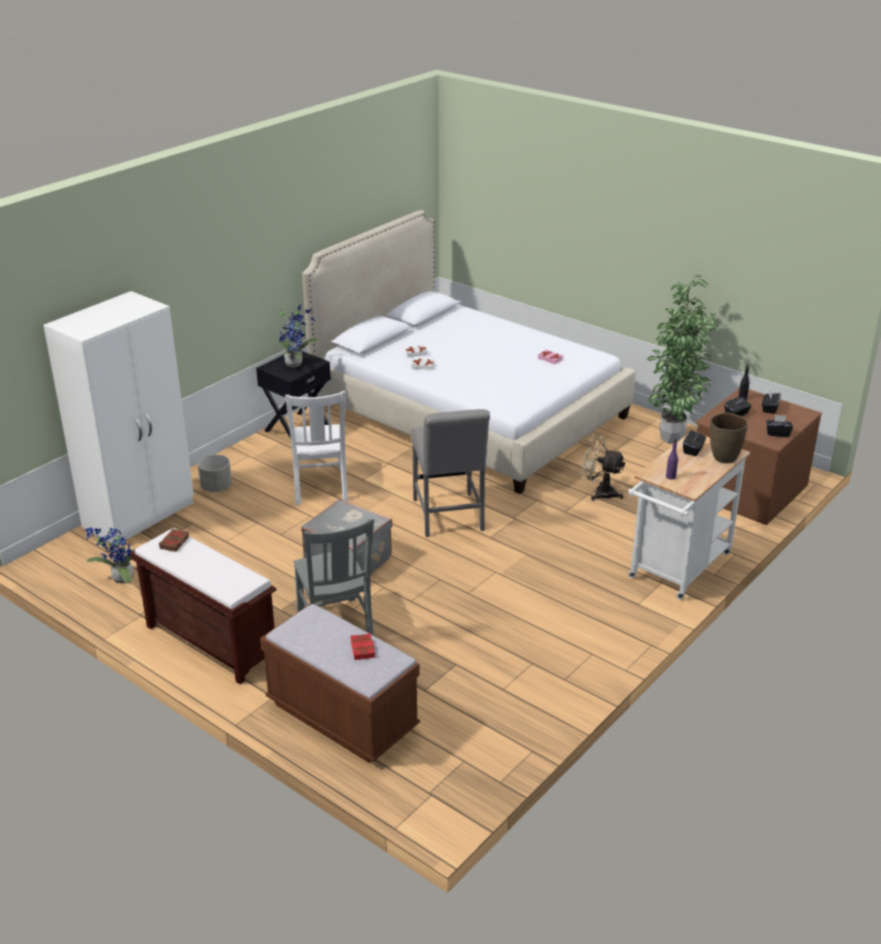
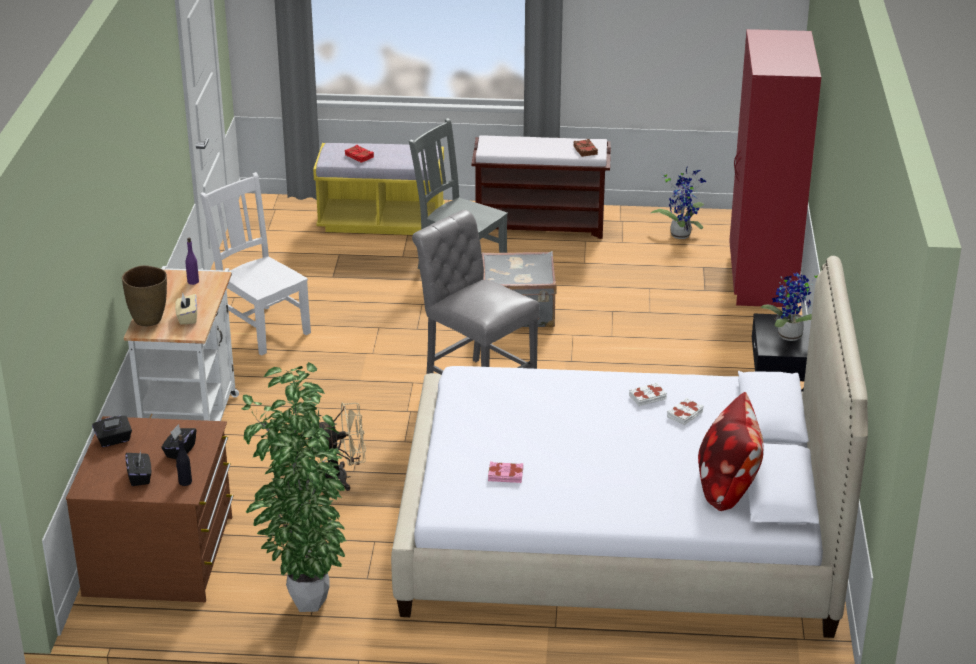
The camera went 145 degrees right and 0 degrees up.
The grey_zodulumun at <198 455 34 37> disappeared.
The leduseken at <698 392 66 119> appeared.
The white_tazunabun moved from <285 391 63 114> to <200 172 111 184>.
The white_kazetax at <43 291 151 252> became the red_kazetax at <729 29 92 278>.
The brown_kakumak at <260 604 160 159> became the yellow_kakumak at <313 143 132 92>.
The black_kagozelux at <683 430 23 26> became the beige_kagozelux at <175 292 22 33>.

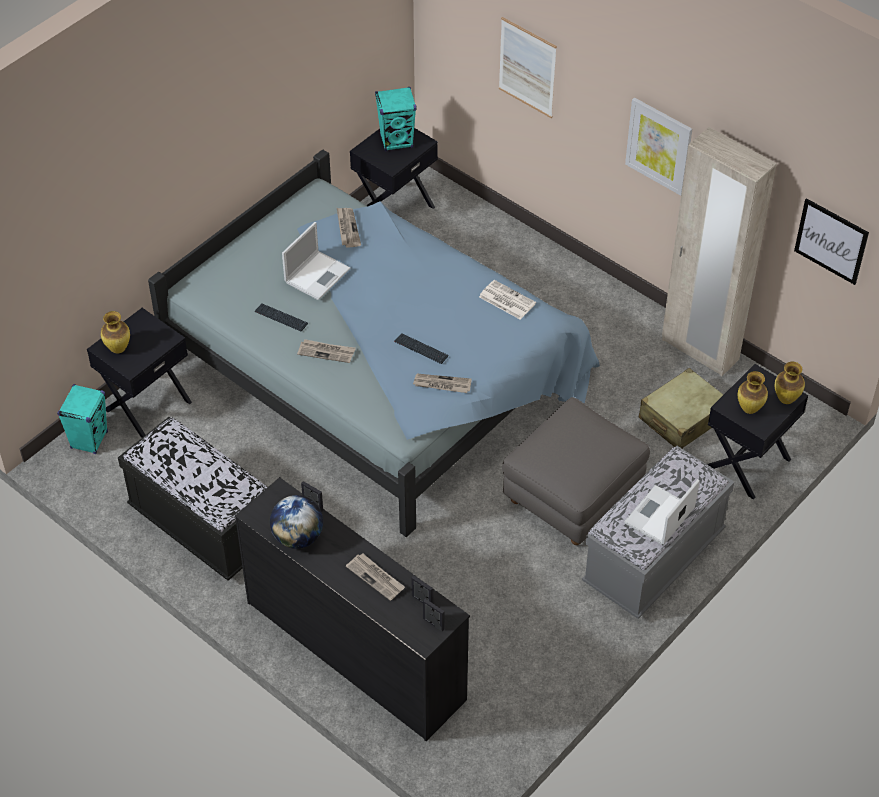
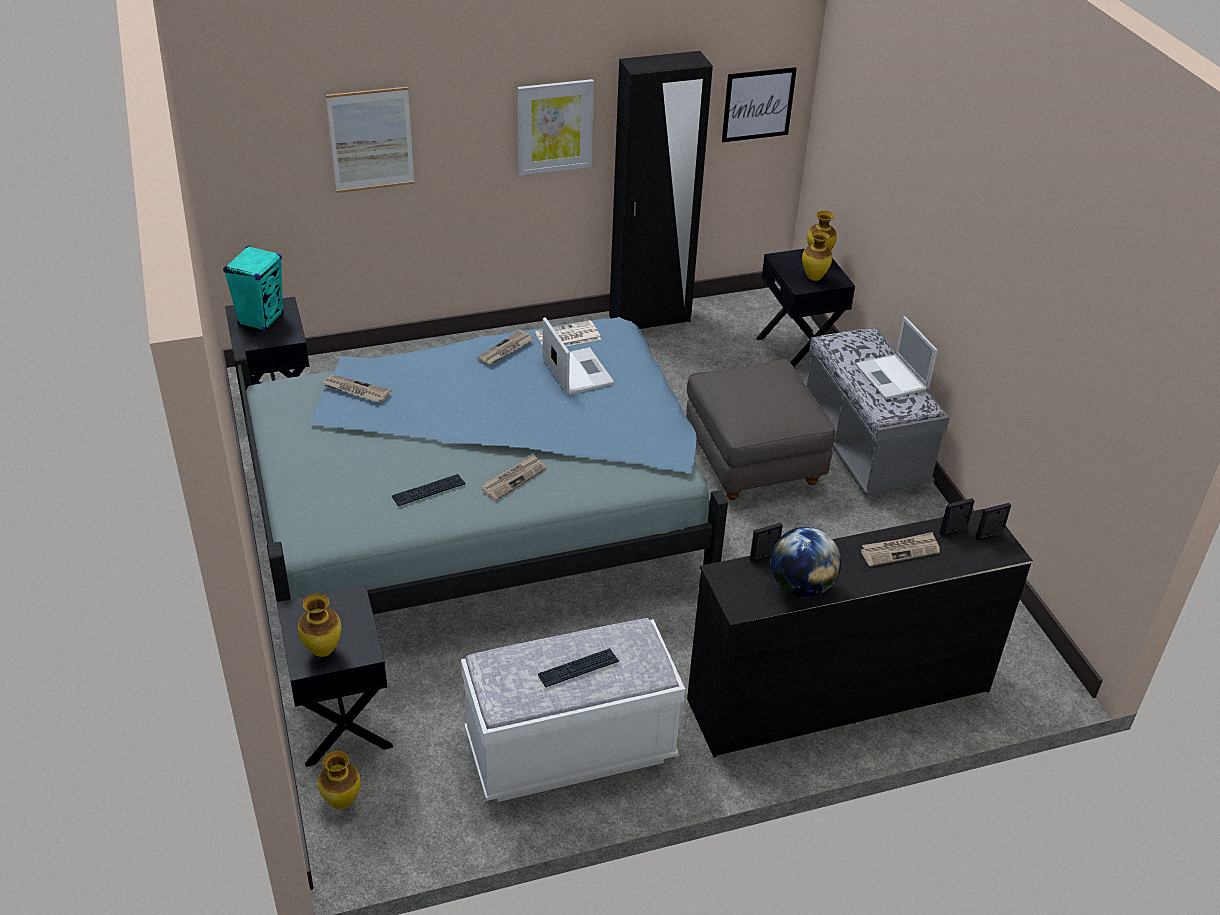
The camera went 60 degrees left and 10 degrees down.
The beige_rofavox at <639 368 84 81> disappeared.
The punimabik moved from <282 222 68 78> to <543 317 72 78>.
The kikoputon moved from <394 333 55 31> to <538 648 81 39>.
The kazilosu moved from <413 374 59 19> to <478 330 55 35>.
The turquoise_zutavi at <57 384 51 70> was replaced by the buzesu at <318 751 43 59>.
The black_kakumak at <118 417 150 164> became the white_kakumak at <461 618 224 184>.
The beige_kazetax at <662 127 115 249> became the black_kazetax at <609 51 104 278>.

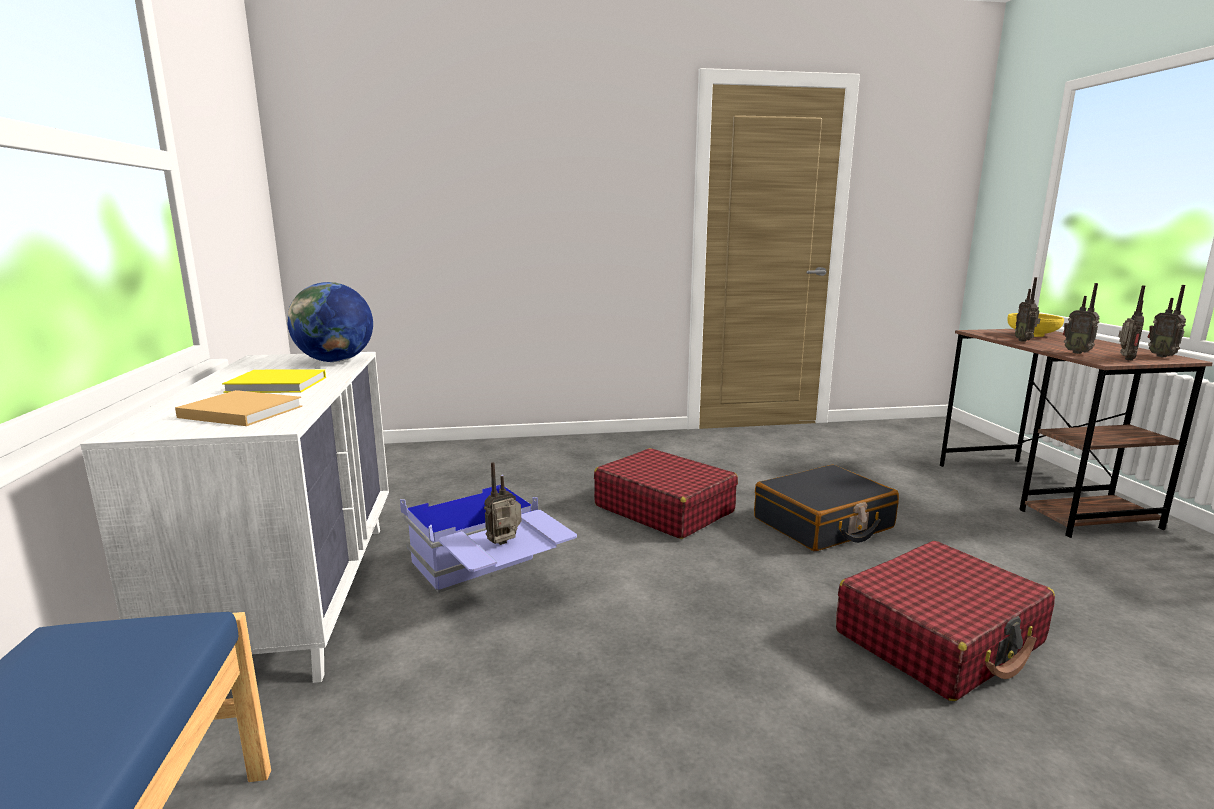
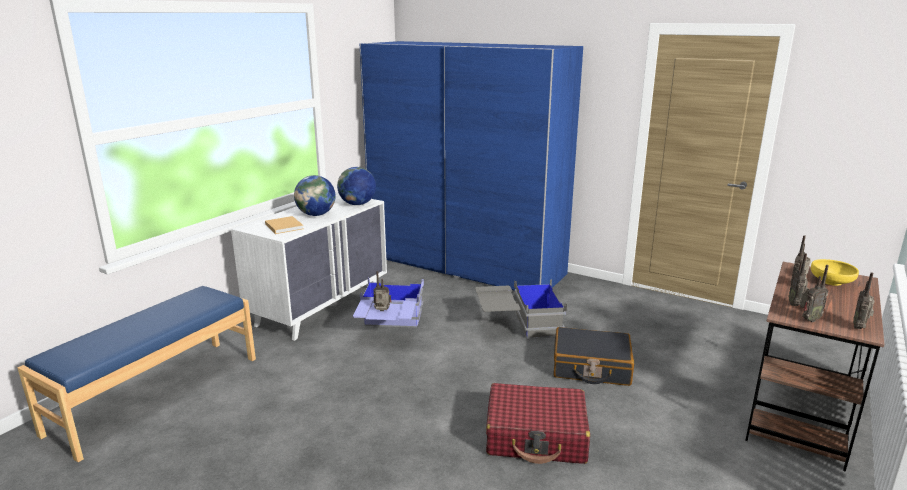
The camera went 40 degrees right and 5 degrees up.
The blue_kazetax at <360 41 223 250> appeared.
The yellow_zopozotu at <222 369 104 24> was replaced by the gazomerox at <294 175 42 41>.
The red_rofavox at <594 448 144 91> was replaced by the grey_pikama at <475 279 92 60>.

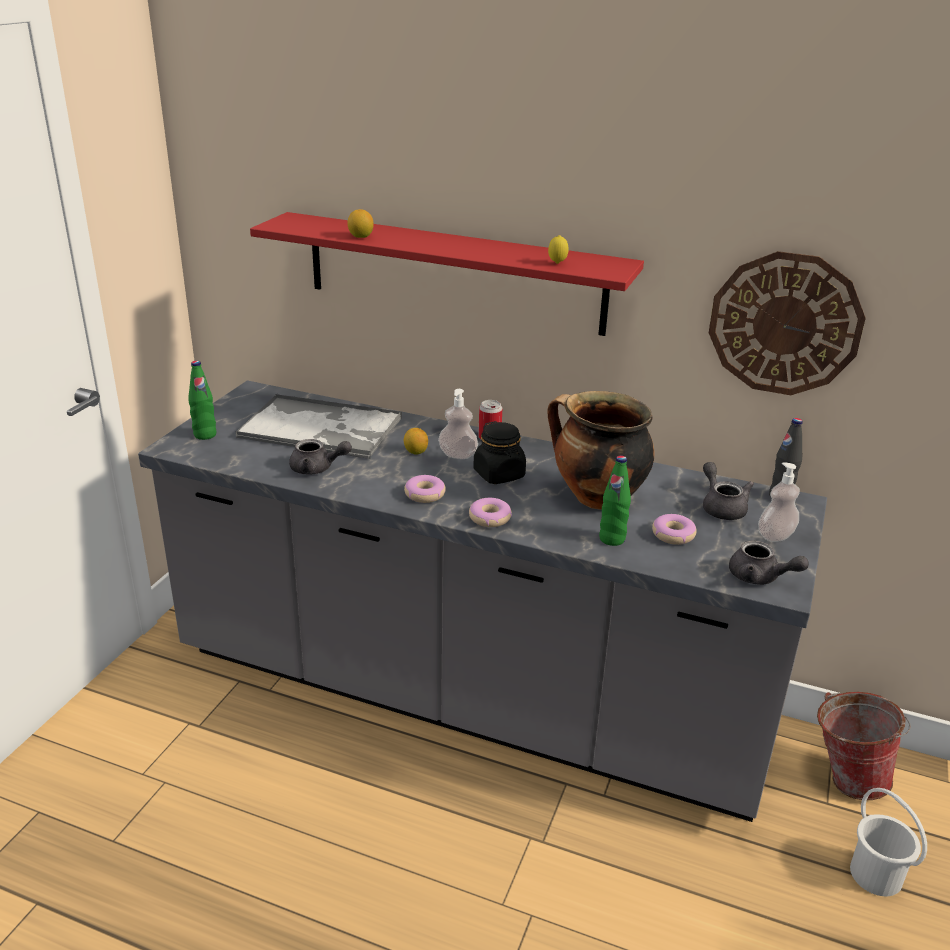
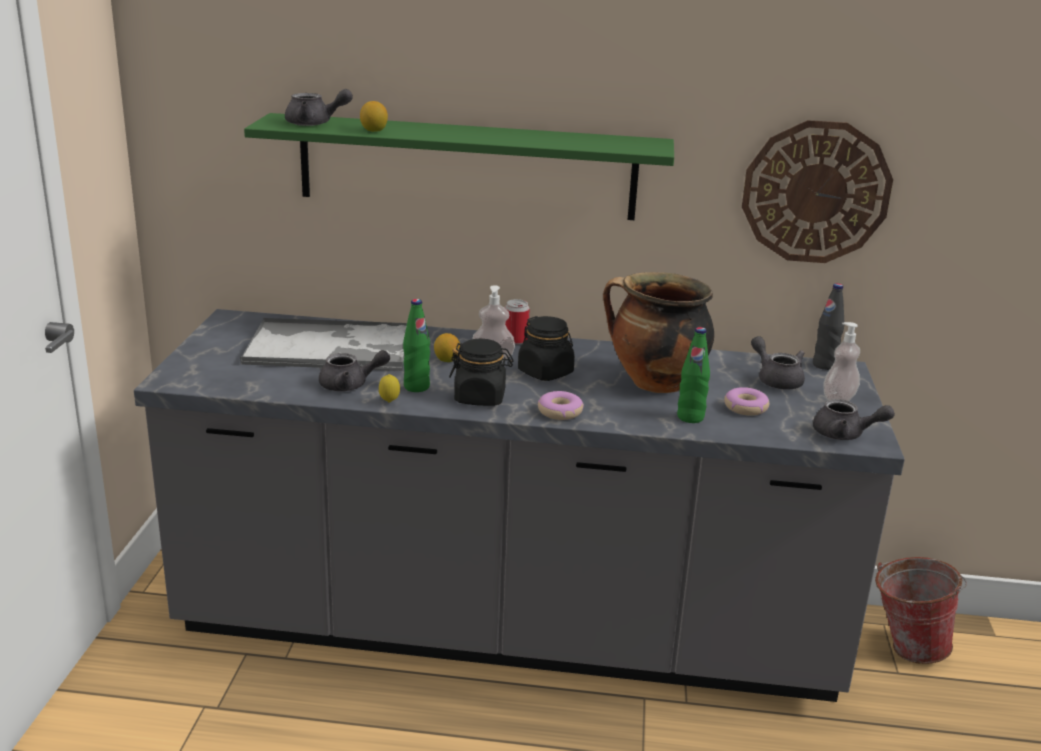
The camera went 15 degrees left and 5 degrees down.
The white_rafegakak at <850 788 77 108> disappeared.
The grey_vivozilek at <285 89 68 37> appeared.
The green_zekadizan moved from <188 361 28 79> to <403 299 27 93>.
The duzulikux moved from <548 235 21 29> to <379 374 21 28>.
The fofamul at <404 475 42 28> was replaced by the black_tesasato at <449 339 65 67>.
The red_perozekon at <250 212 394 124> became the green_perozekon at <244 113 430 107>.

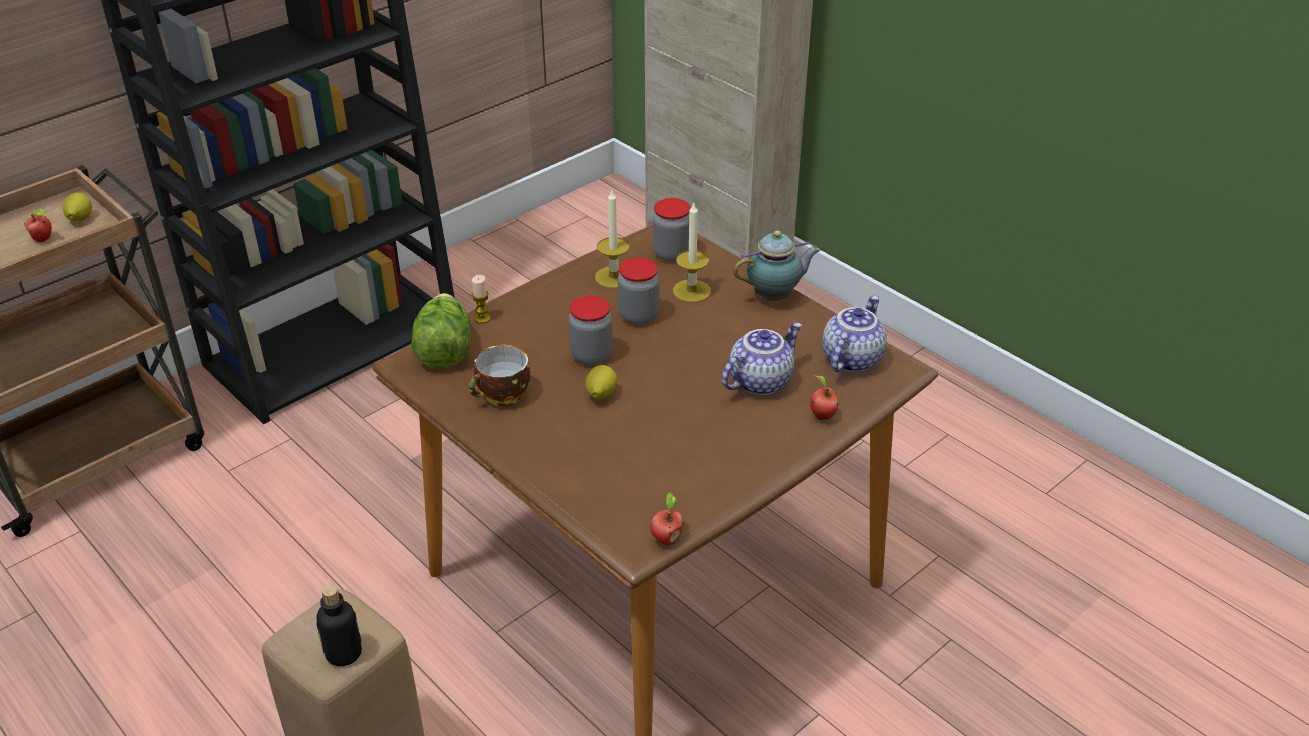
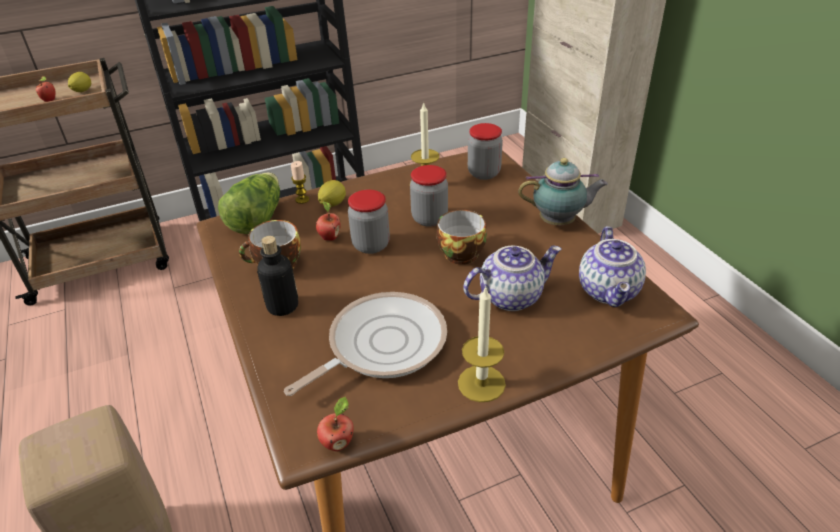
The camera went 20 degrees right and 0 degrees up.
The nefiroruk at <284 292 163 104> appeared.
The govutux at <436 210 51 55> appeared.
The zekadizan moved from <316 585 46 81> to <257 236 42 80>.
The duzulikux moved from <585 365 32 34> to <318 180 28 27>.
The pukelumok moved from <673 203 38 99> to <458 286 48 116>.
The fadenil moved from <810 375 28 45> to <316 201 25 40>.
The vivozilek at <822 296 65 76> turned 135 degrees clockwise.

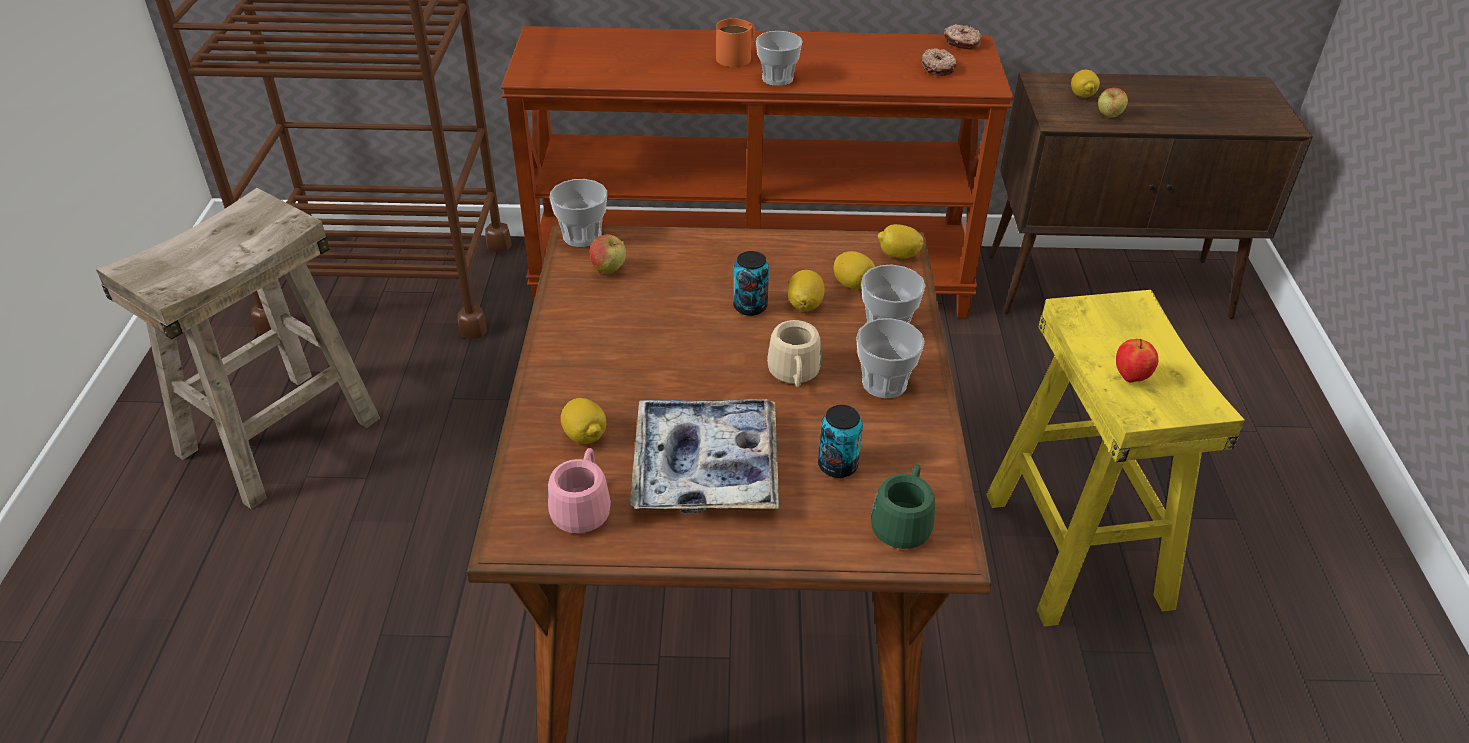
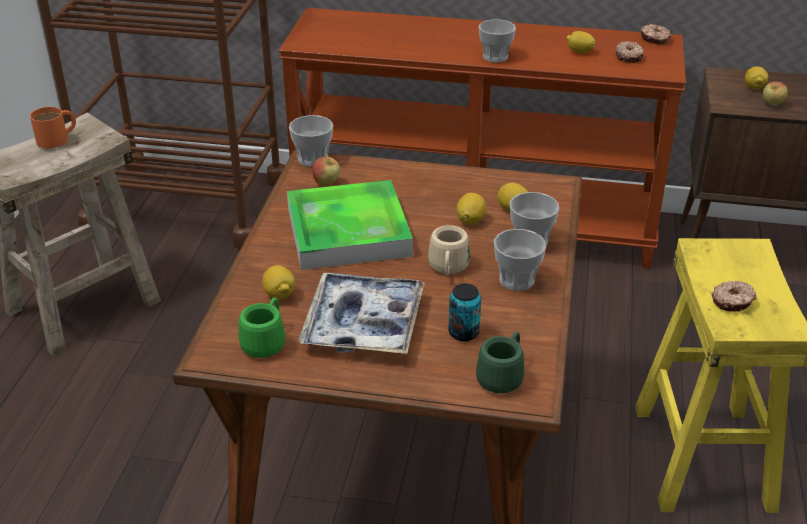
The camera went 10 degrees right and 5 degrees down.
The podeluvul at <733 251 36 65> disappeared.
The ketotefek at <287 180 126 90> appeared.
The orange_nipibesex moved from <716 18 39 49> to <30 107 46 42>.
The duzulikux moved from <878 224 46 35> to <566 31 30 23>.
The fadenil at <1116 339 42 44> was replaced by the fofamul at <712 281 44 31>.
The pink_nipibesex at <548 448 63 85> became the green_nipibesex at <239 298 46 60>.

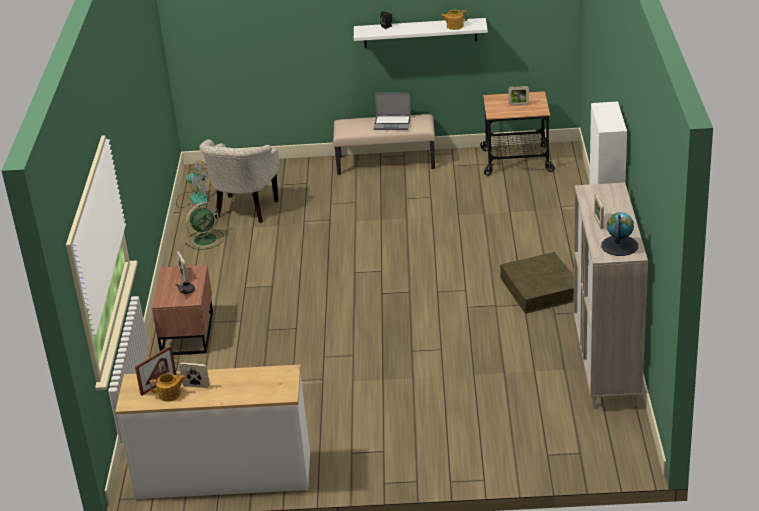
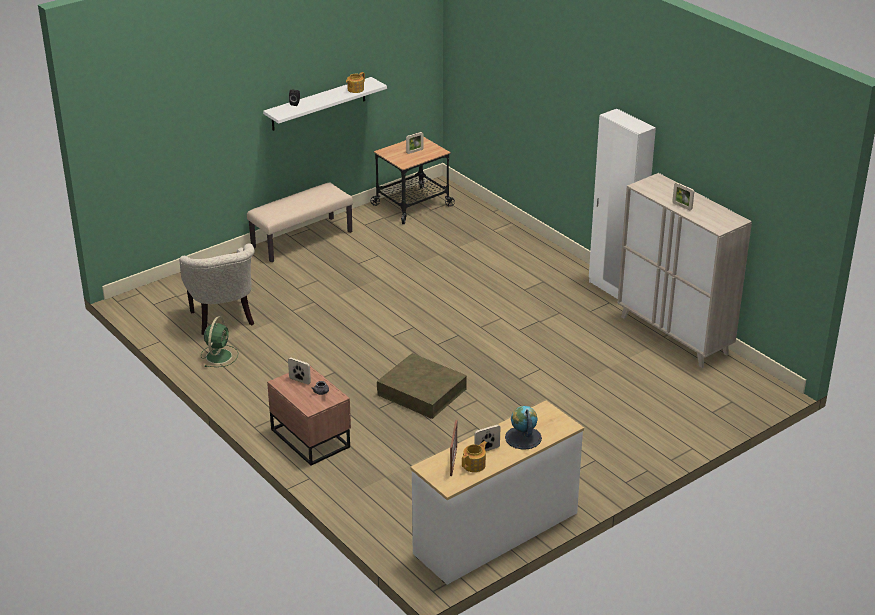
The camera went 40 degrees left and 0 degrees up.
The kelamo at <176 161 35 47> disappeared.
The punimabik at <373 93 38 37> disappeared.
The brown_pikama moved from <500 252 74 62> to <377 353 90 66>.
The gazomerox moved from <601 212 37 44> to <505 406 37 44>.

